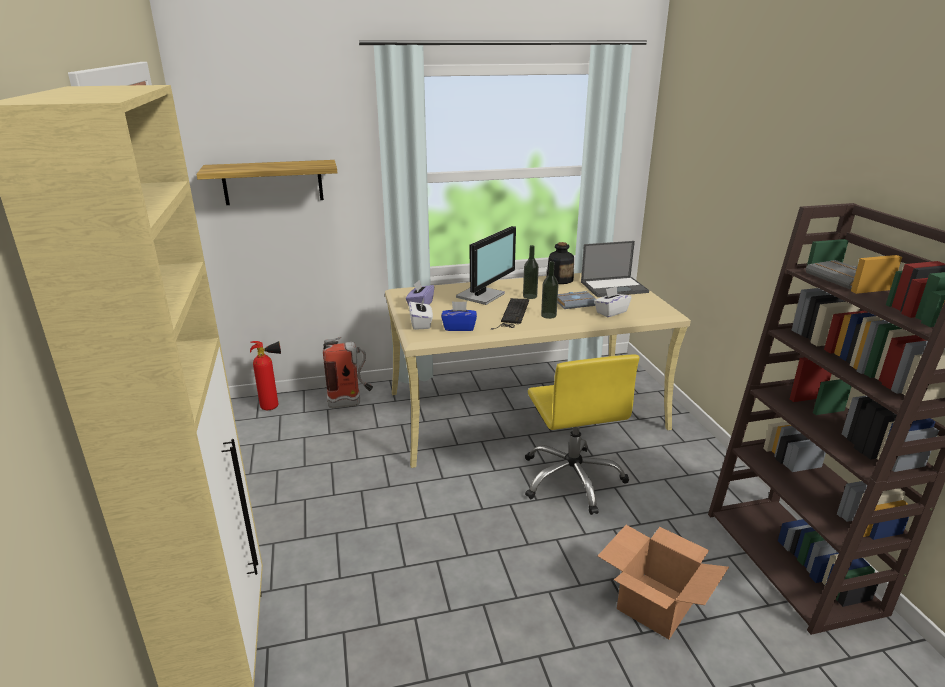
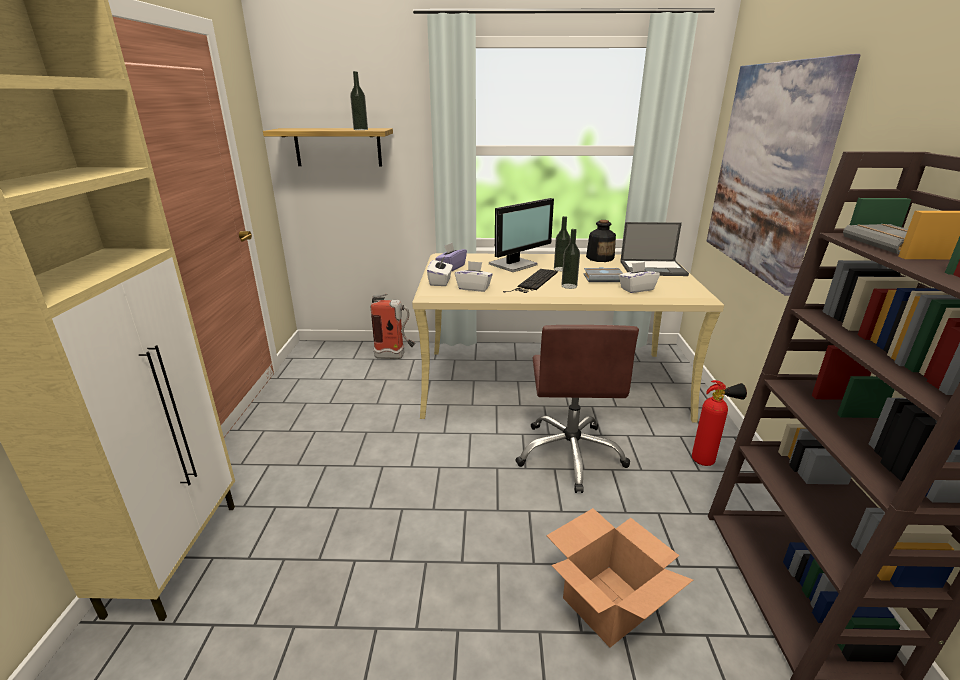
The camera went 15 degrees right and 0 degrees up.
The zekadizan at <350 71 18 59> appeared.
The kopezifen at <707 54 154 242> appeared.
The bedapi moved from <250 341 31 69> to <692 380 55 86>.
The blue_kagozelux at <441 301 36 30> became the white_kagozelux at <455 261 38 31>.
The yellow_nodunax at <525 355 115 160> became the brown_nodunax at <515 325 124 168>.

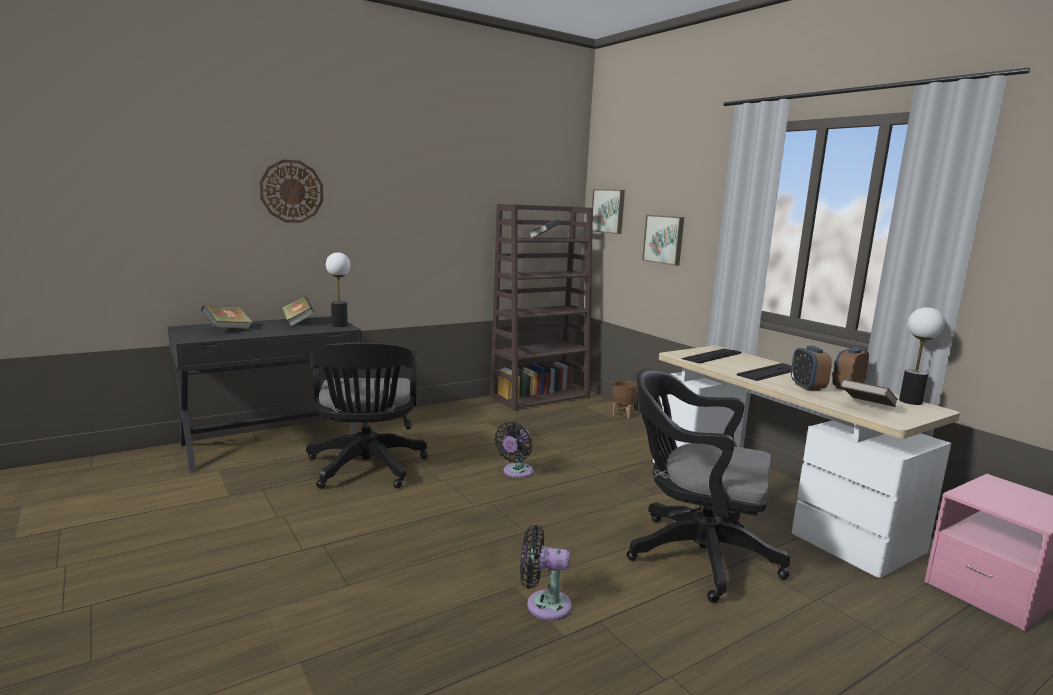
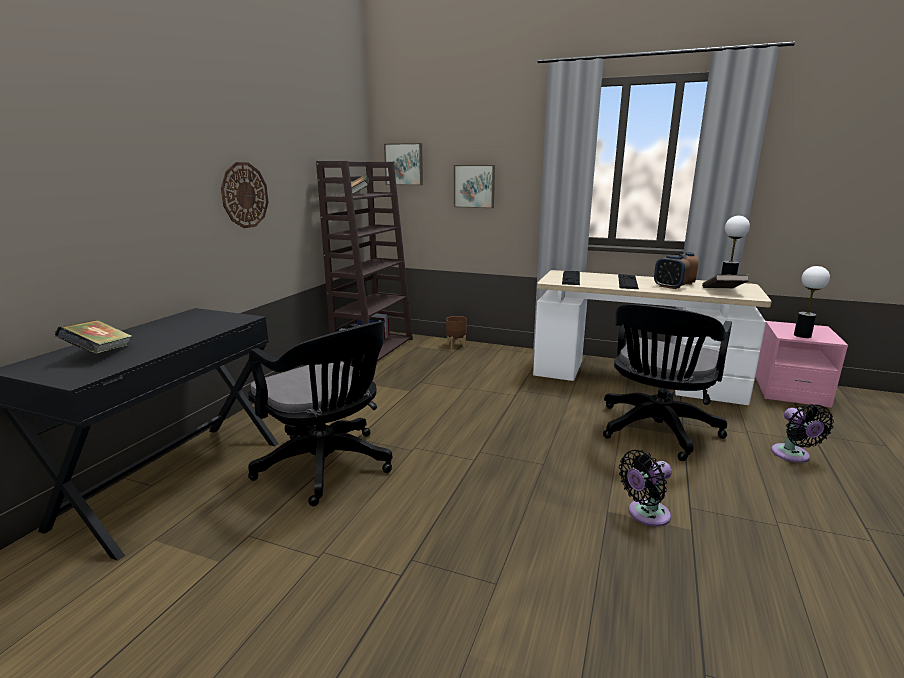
The camera went 35 degrees left and 5 degrees up.
The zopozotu at <282 296 33 31> disappeared.
The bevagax moved from <260 159 63 64> to <221 162 48 66>.
The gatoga moved from <326 252 25 75> to <794 266 36 72>.
The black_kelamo moved from <495 422 39 56> to <771 404 63 59>.
The black_nodunax at <627 369 163 234> turned 45 degrees counterclockwise.

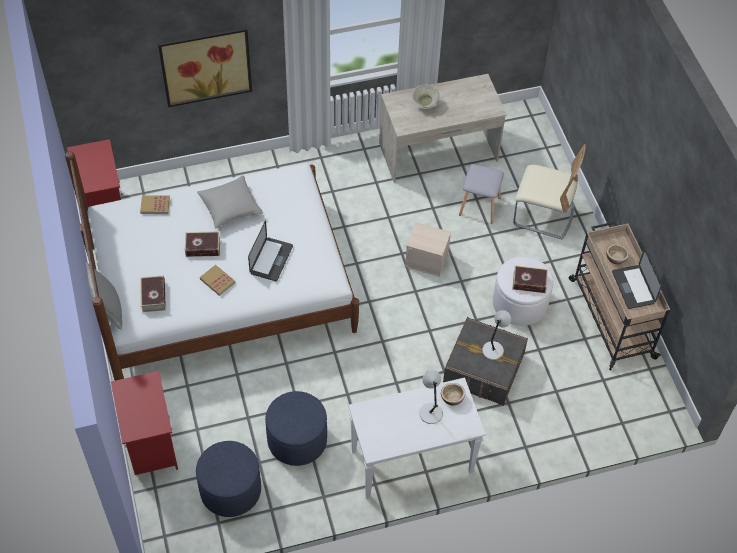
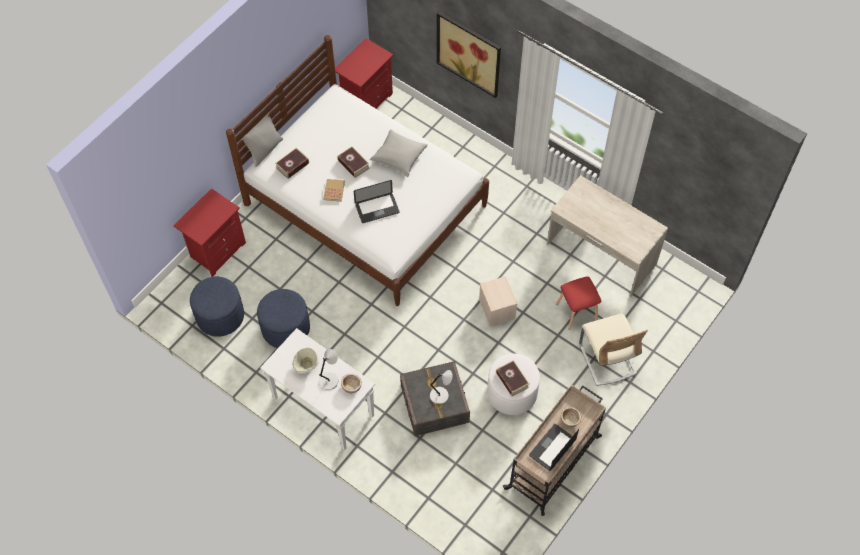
The camera went 55 degrees right and 5 degrees up.
The zopozotu at <140 195 30 19> disappeared.
The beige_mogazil moved from <412 84 28 25> to <292 347 26 27>.
The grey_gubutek at <459 164 45 59> became the red_gubutek at <556 276 45 54>.

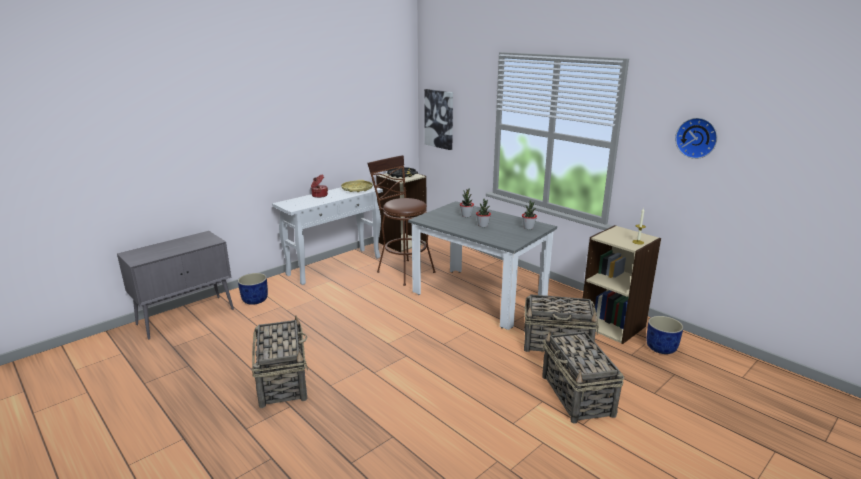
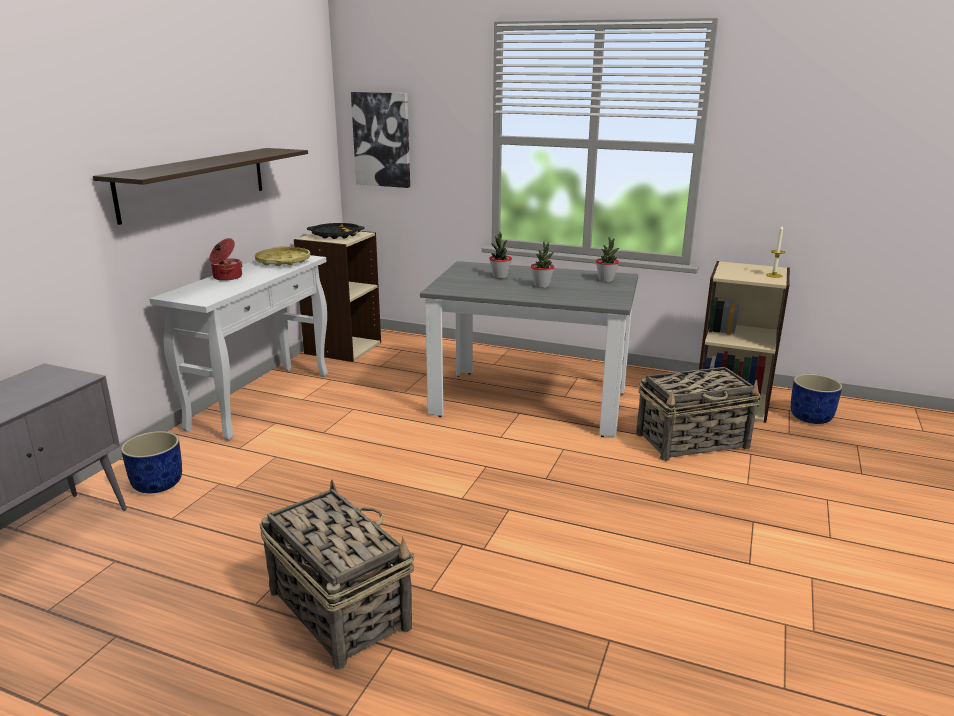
The camera went 25 degrees left and 0 degrees up.
The brown_gubutek at <368 155 68 131> disappeared.
The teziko at <542 331 82 92> disappeared.
The bevagax at <675 118 42 41> disappeared.
The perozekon at <93 148 215 77> appeared.

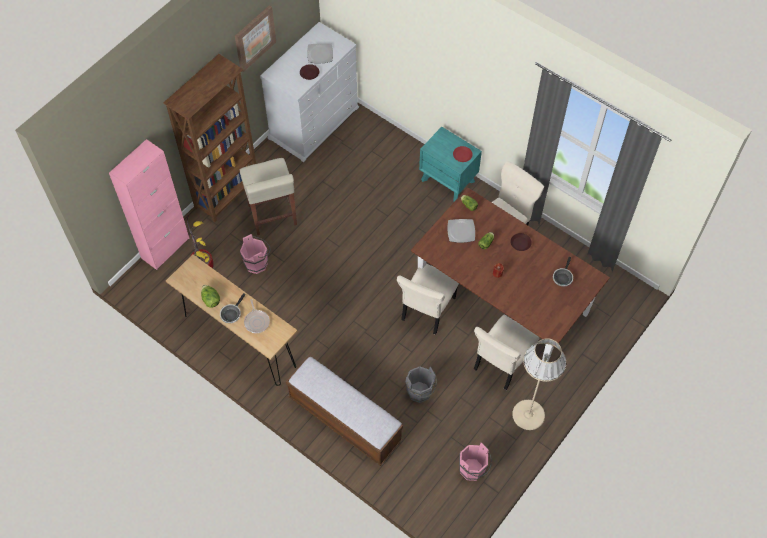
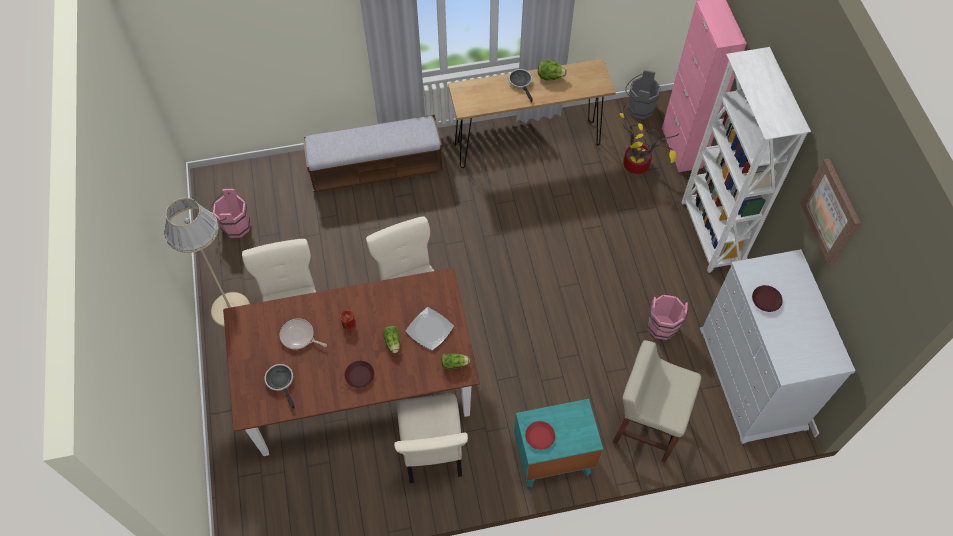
The camera went 130 degrees right and 0 degrees up.
The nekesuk at <307 43 26 20> disappeared.
The beige_gubutek moved from <240 158 57 77> to <613 340 89 122>.
The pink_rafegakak moved from <240 234 30 40> to <647 295 42 45>.
The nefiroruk moved from <244 299 26 34> to <280 318 47 31>.
The grey_rafegakak moved from <405 366 32 37> to <625 70 36 49>.
The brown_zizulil at <163 54 93 168> became the white_zizulil at <681 47 130 226>.

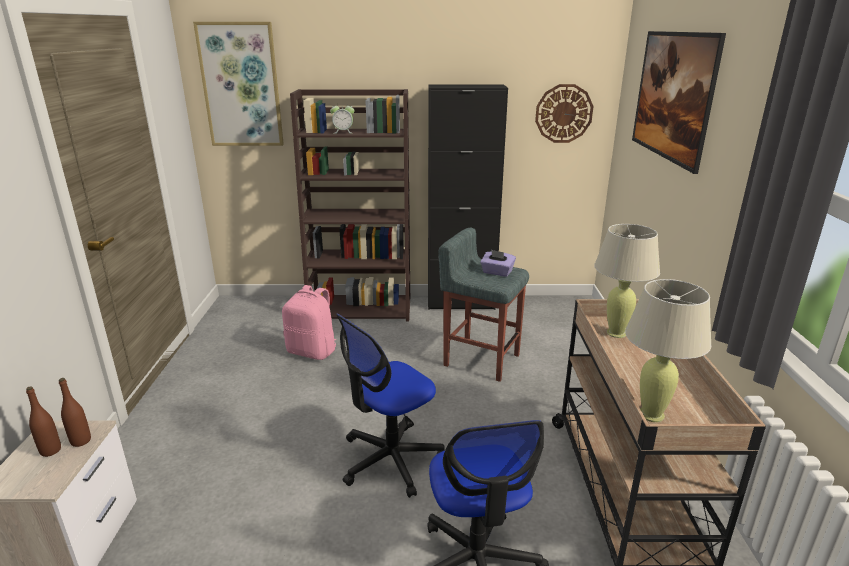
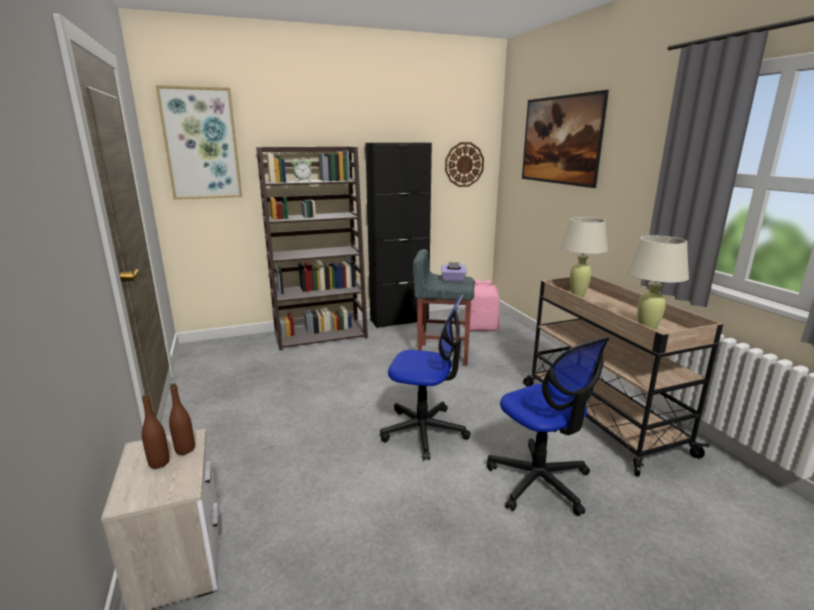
The camera went 20 degrees left and 5 degrees down.
The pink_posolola moved from <282 285 54 75> to <464 280 36 51>.
The nodunax at <336 314 109 184> turned 105 degrees counterclockwise.

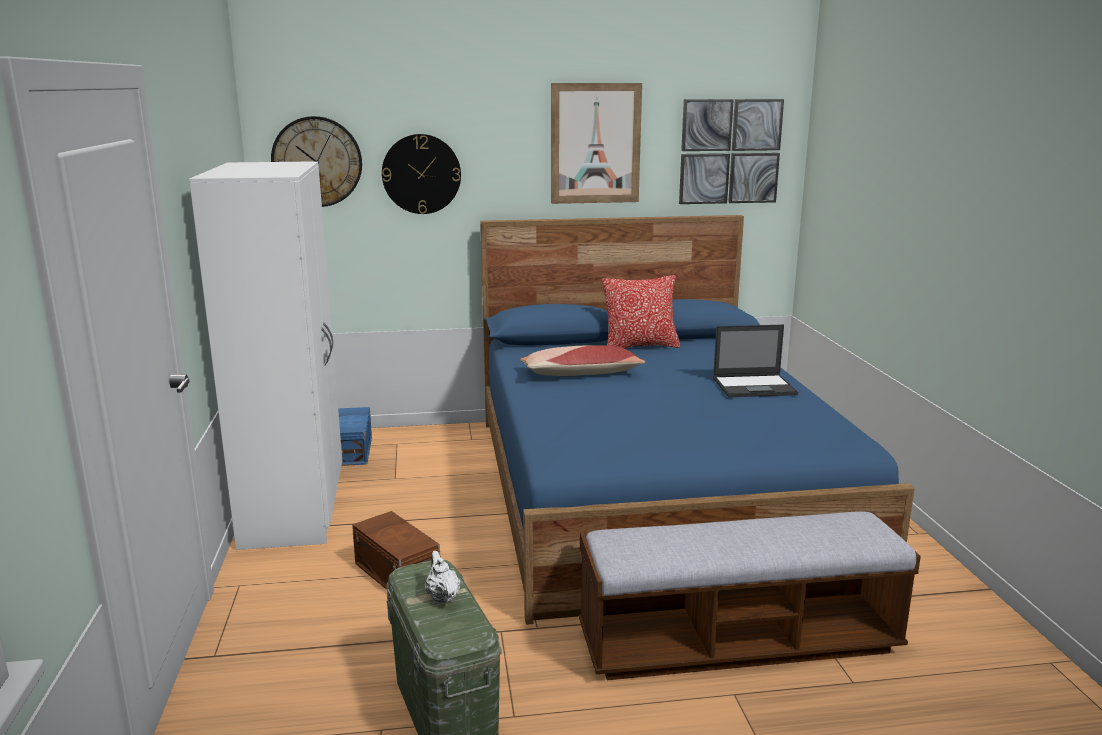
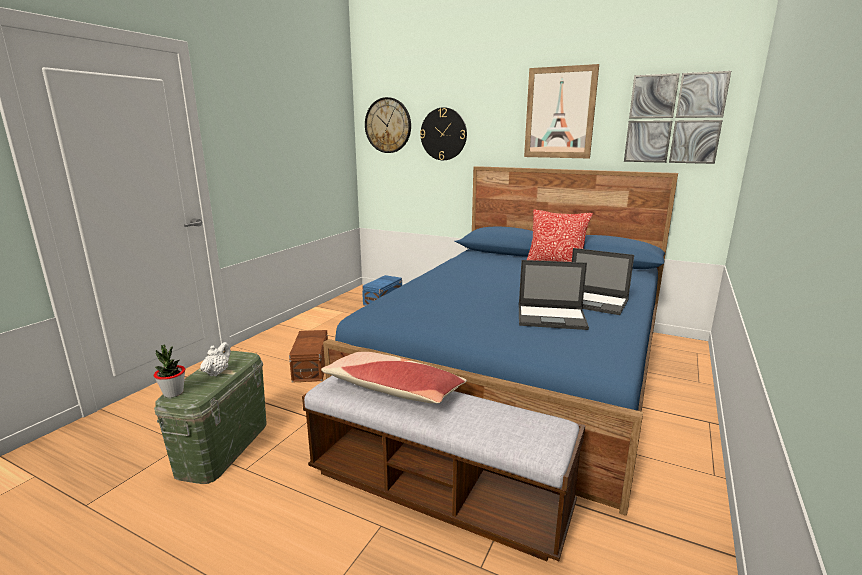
The camera went 35 degrees right and 0 degrees up.
The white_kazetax at <189 161 153 389> disappeared.
The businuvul at <154 344 31 54> appeared.
The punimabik at <519 260 70 70> appeared.
The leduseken moved from <520 345 125 31> to <321 352 146 51>.

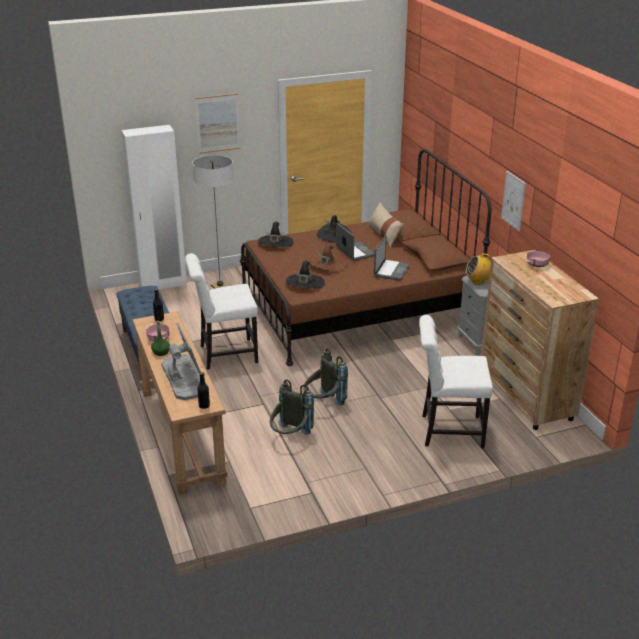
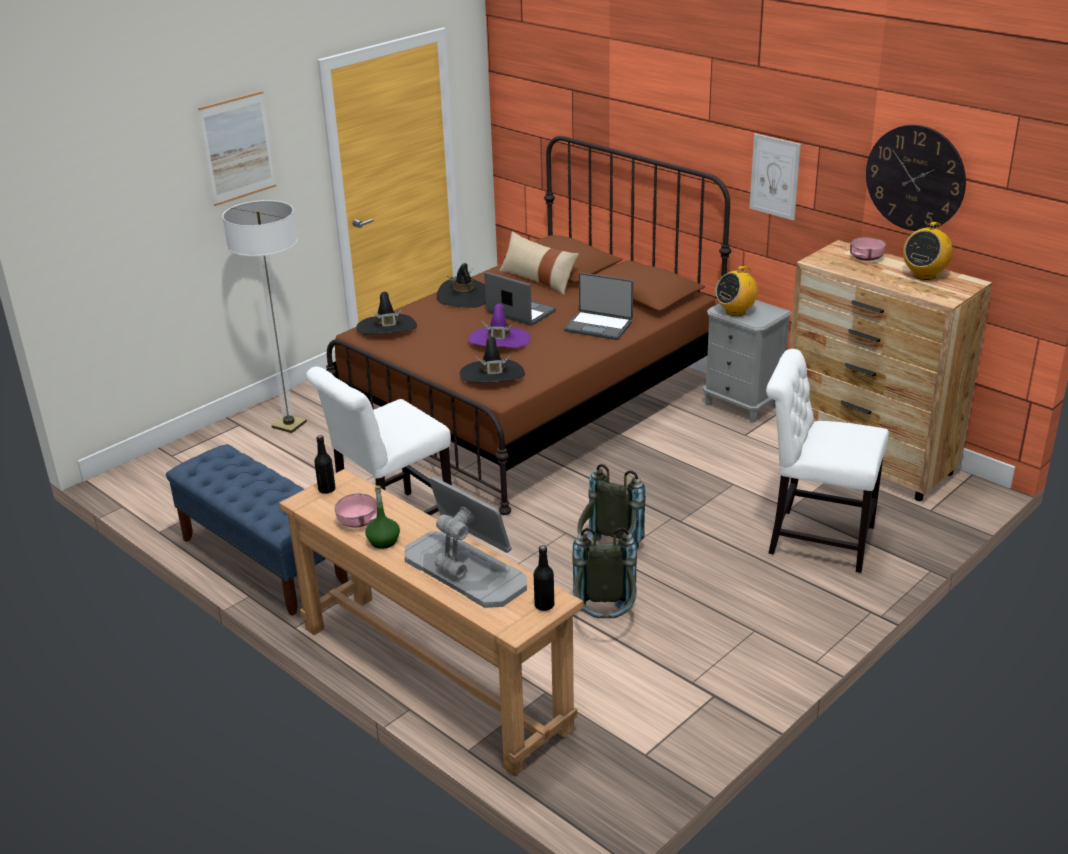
The camera went 25 degrees left and 0 degrees up.
The white_kazetax at <121 125 66 165> disappeared.
The bevagax at <866 125 100 106> appeared.
The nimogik at <903 222 50 58> appeared.
The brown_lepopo at <310 243 37 28> became the purple_lepopo at <468 304 62 43>.
The punimabik at <374 236 36 45> turned 120 degrees clockwise.
The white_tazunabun at <419 315 74 133> turned 45 degrees clockwise.

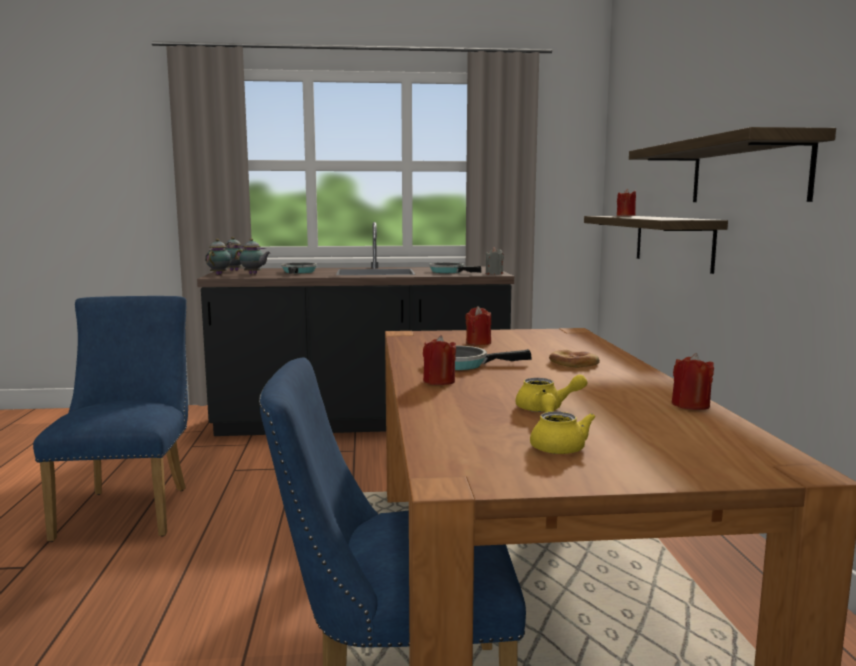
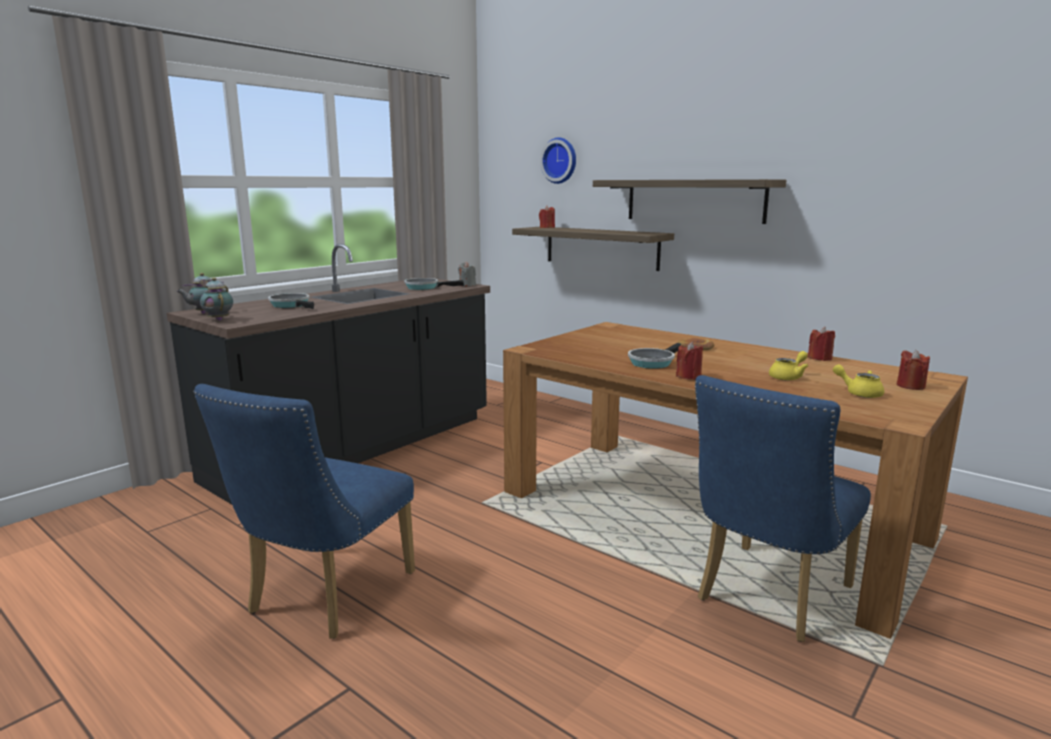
The camera went 45 degrees left and 5 degrees up.
The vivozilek at <236 238 34 36> disappeared.
The bevagax at <540 137 36 47> appeared.
The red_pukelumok moved from <465 306 26 39> to <897 350 33 40>.
The blue_tazunabun at <33 296 155 246> turned 105 degrees counterclockwise.

